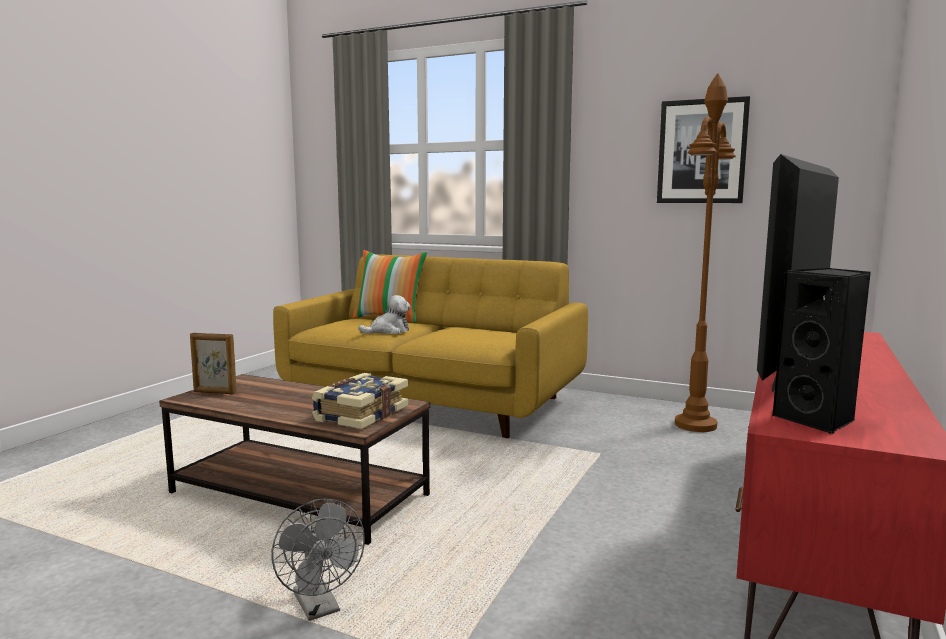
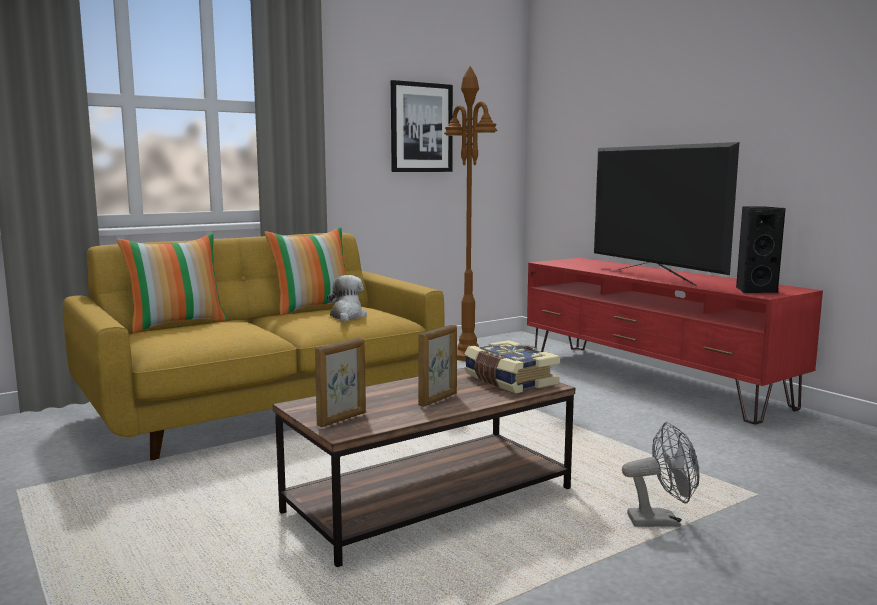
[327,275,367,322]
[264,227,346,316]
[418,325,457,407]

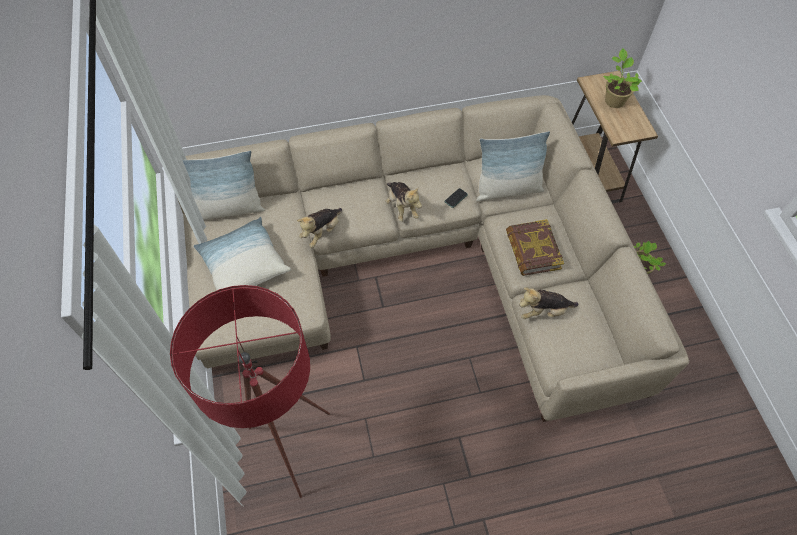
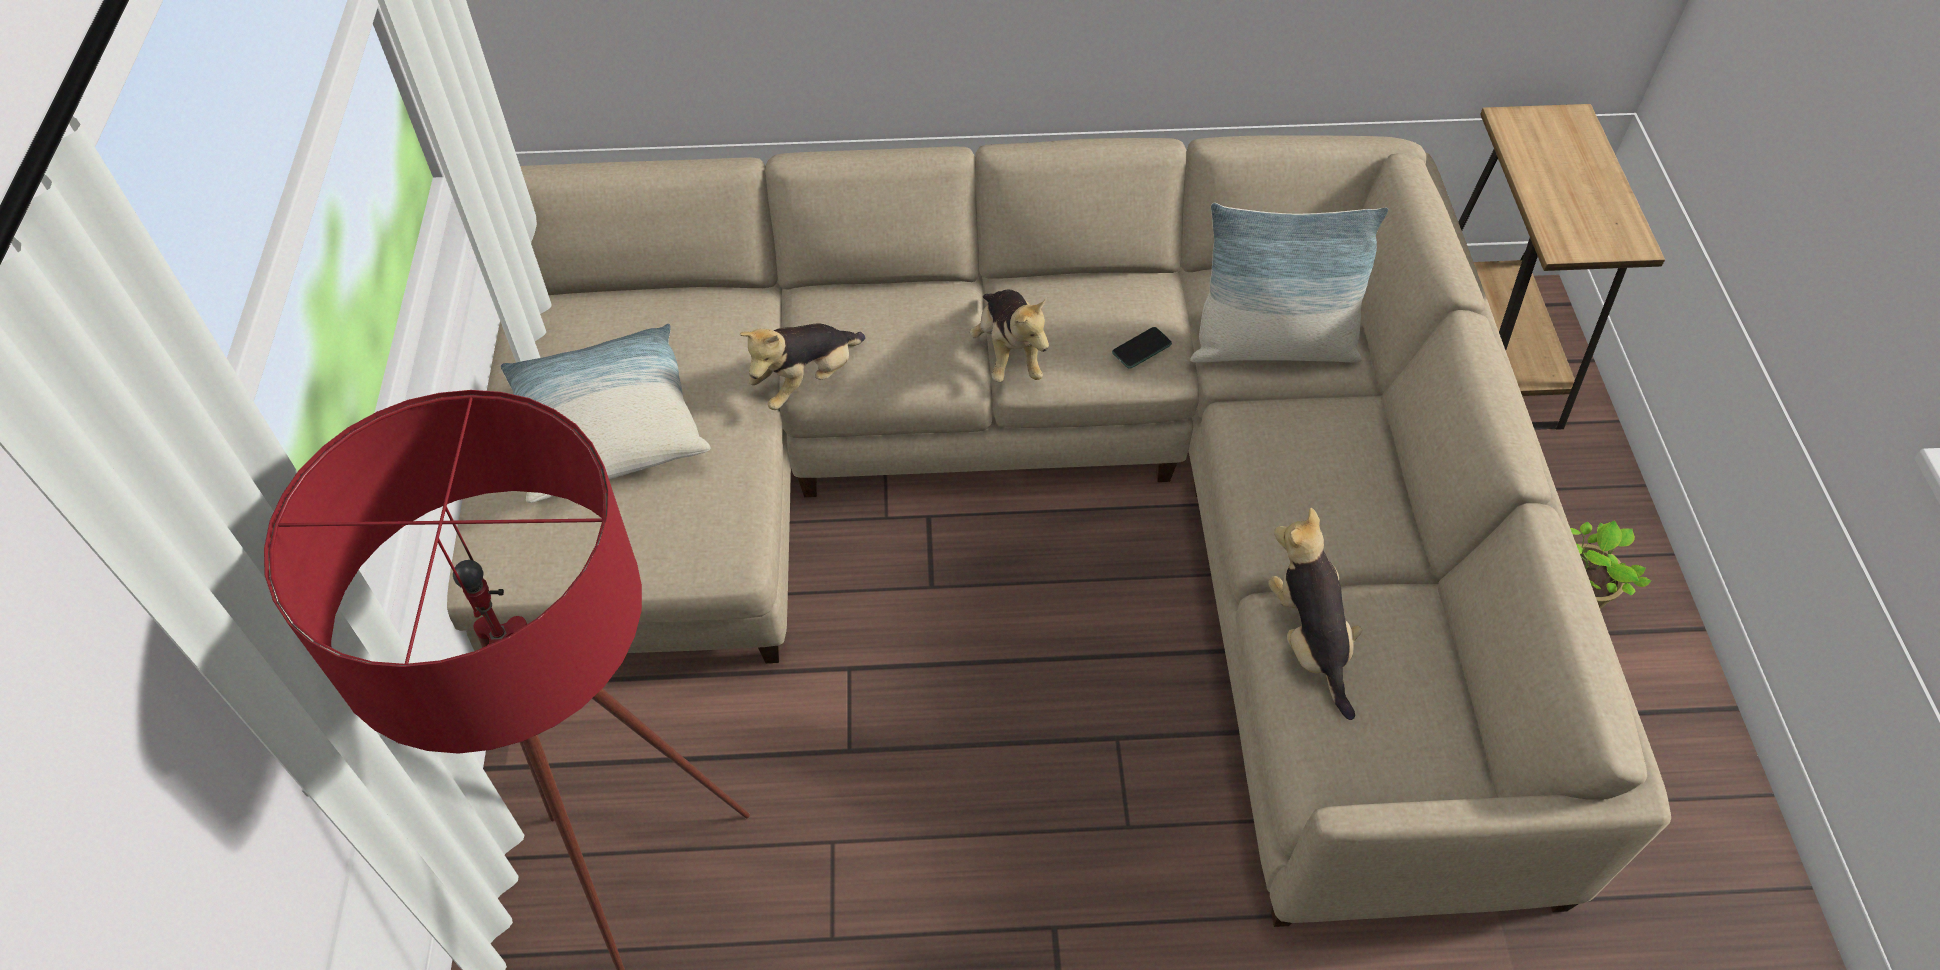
[183,150,265,220] (first image)
[506,219,564,276] (first image)
[1268,508,1362,720]
[603,48,642,108] (first image)

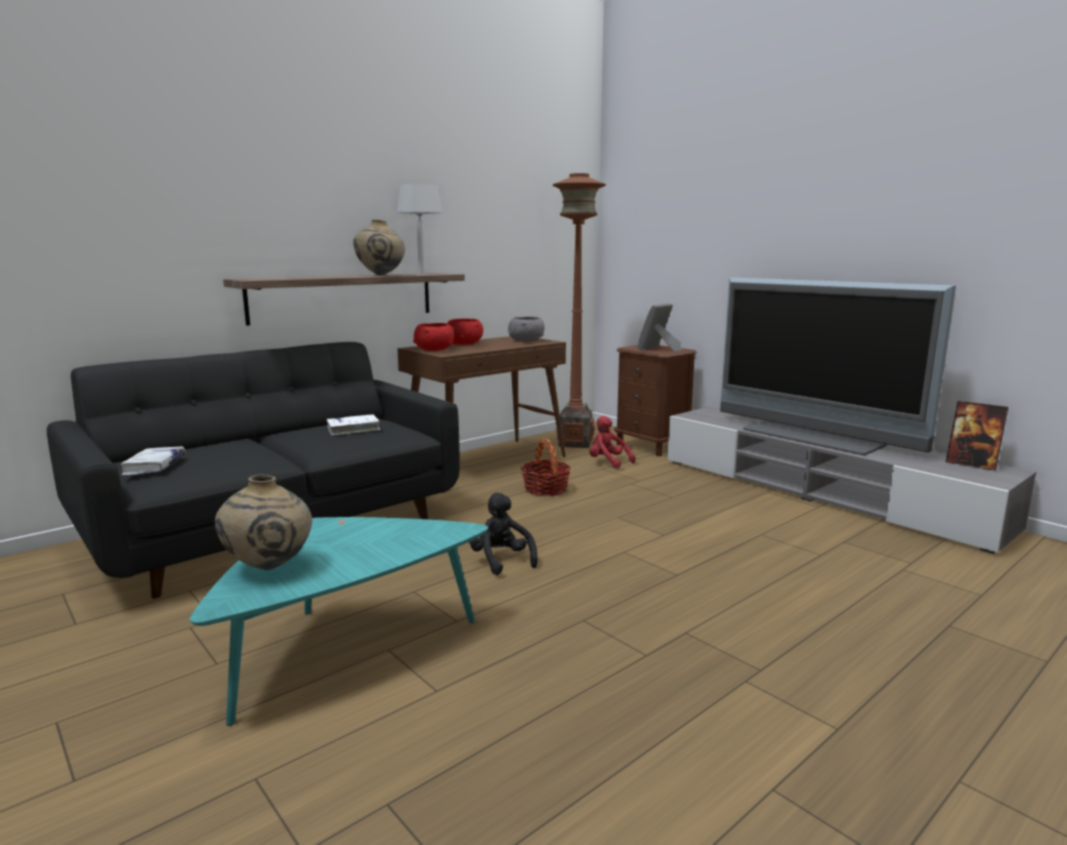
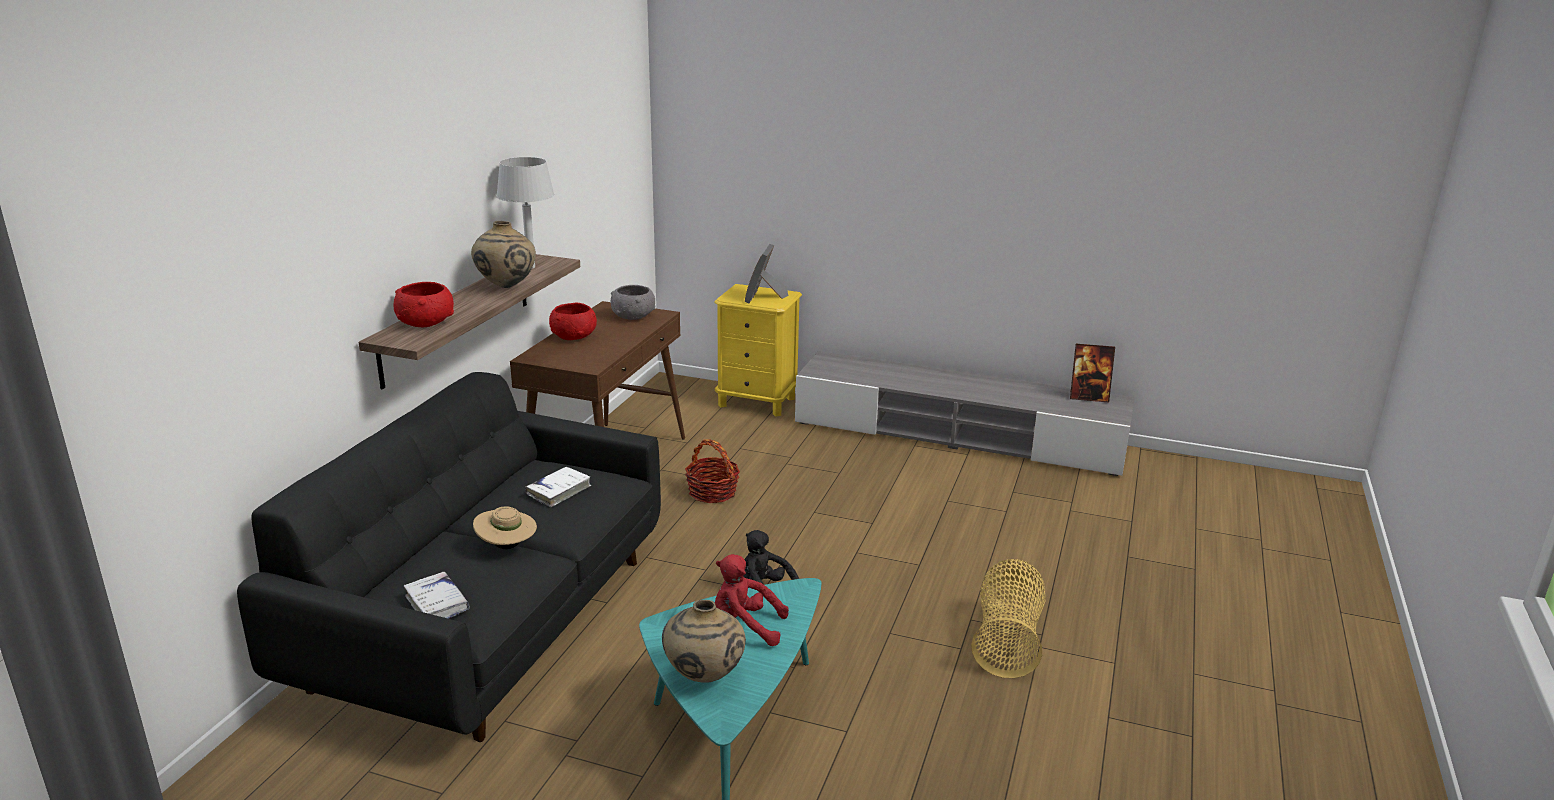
[394,282,454,327]
[553,173,606,448] (first image)
[715,554,789,646]
[714,284,802,417]
[720,278,956,455] (first image)
[473,506,537,549]
[971,559,1046,678]

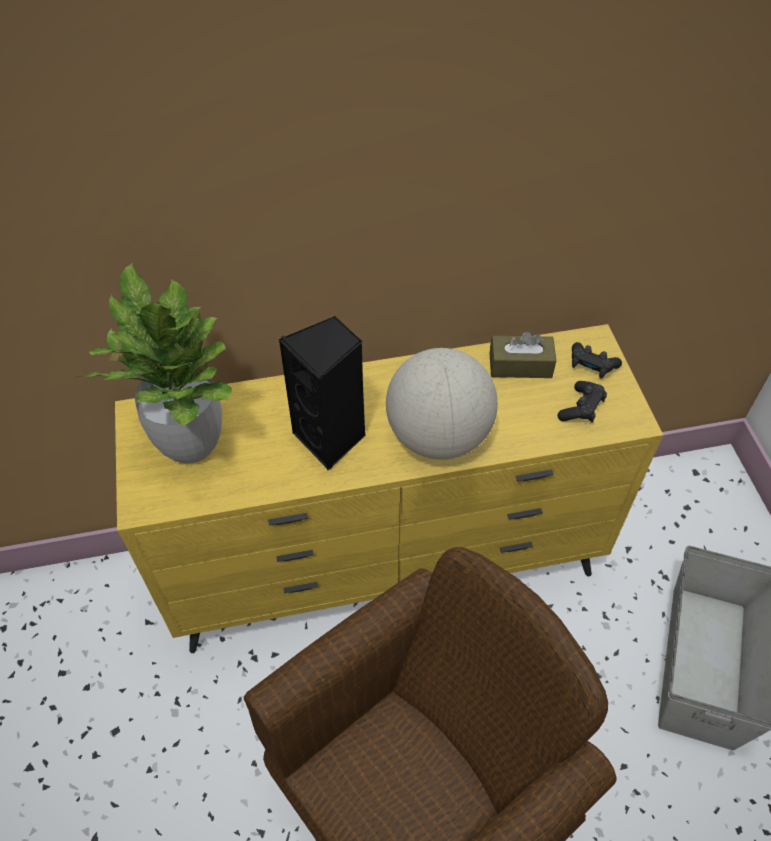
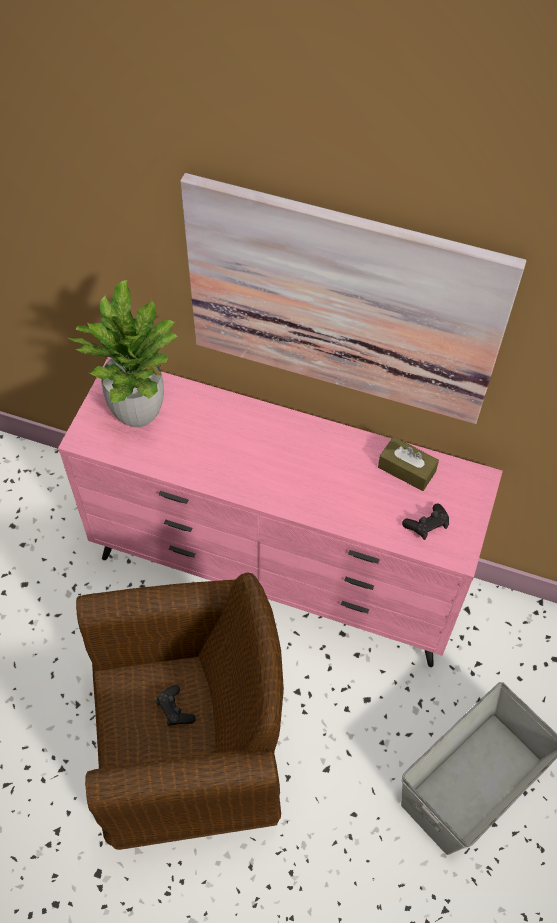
[58,357,503,667]
[278,316,366,470] (first image)
[386,348,498,460] (first image)
[156,685,196,726]
[180,173,526,424]

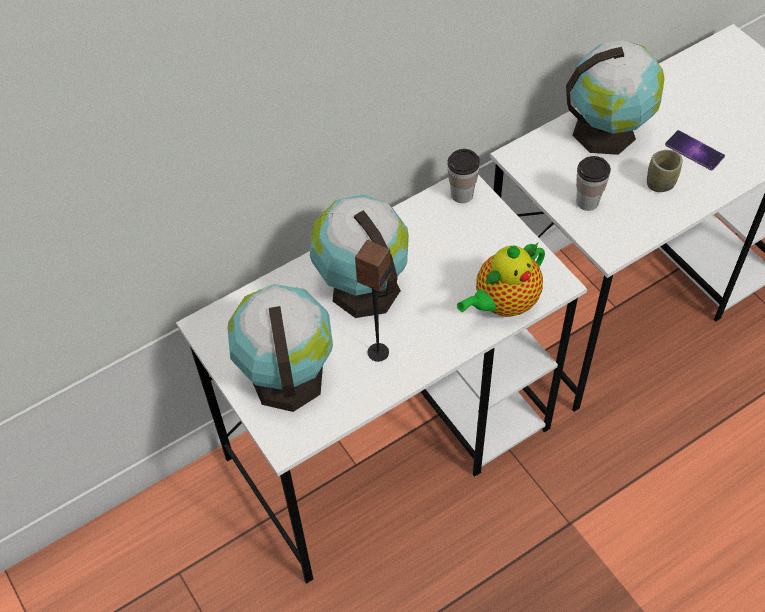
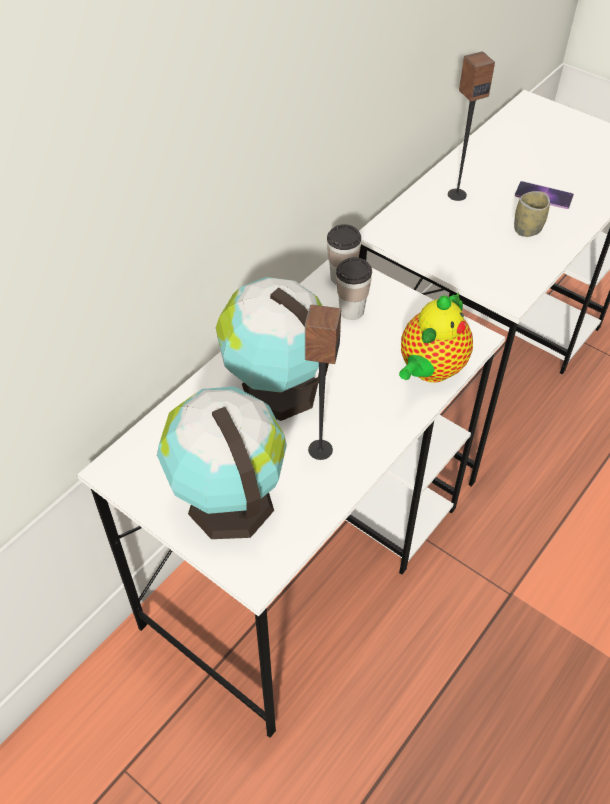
[448,51,495,201]
[336,257,372,320]

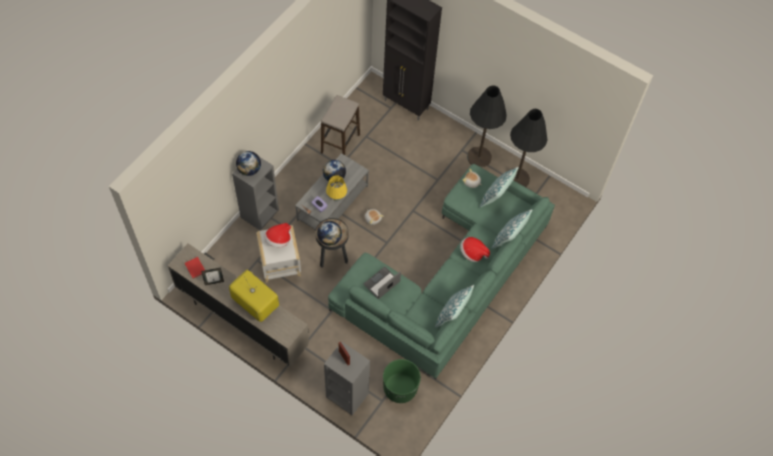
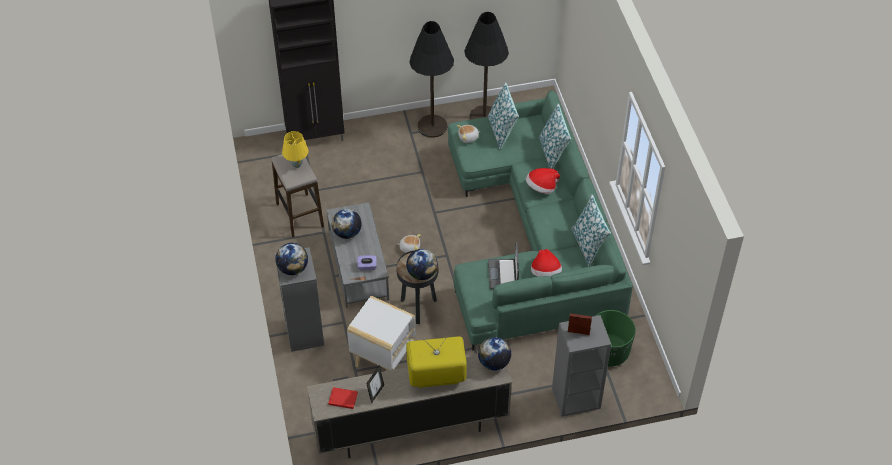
[531,249,562,277]
[282,131,309,168]
[478,337,511,371]

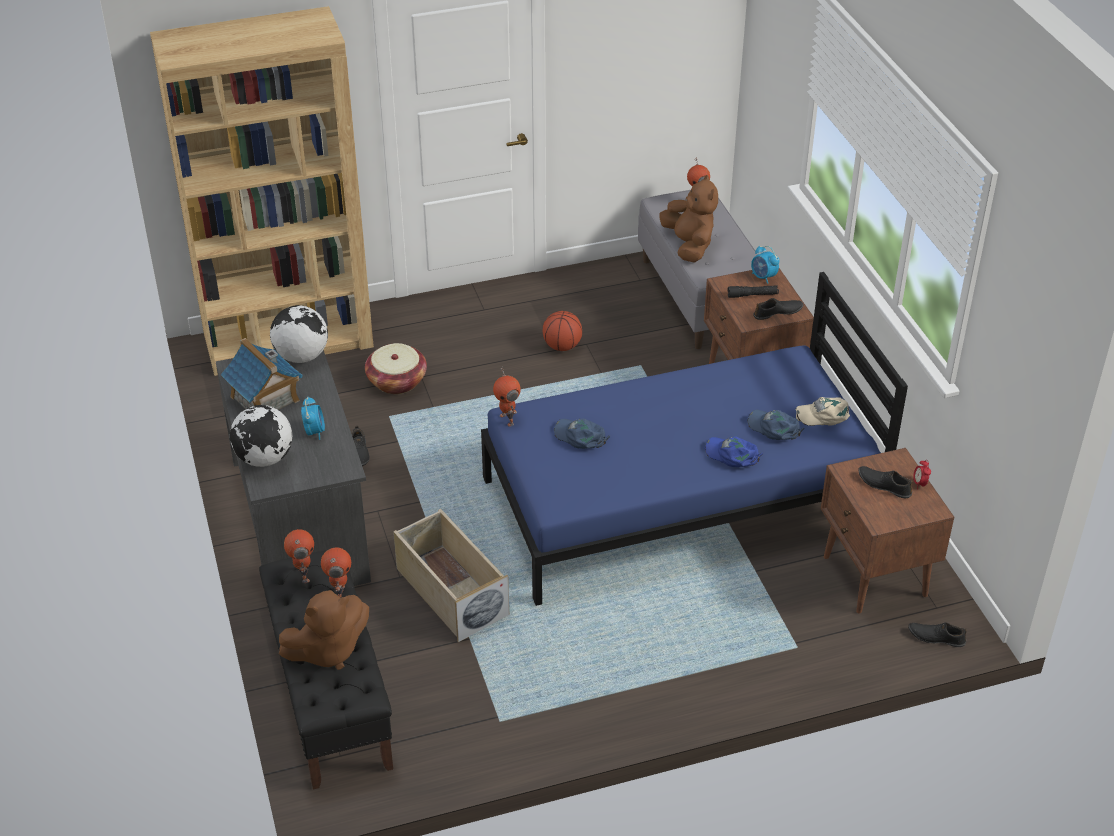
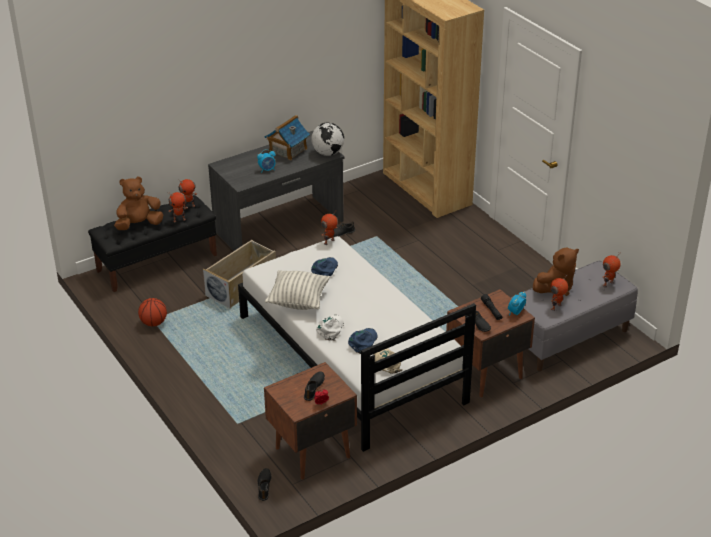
[230,405,292,467] (first image)
[114,176,163,230]
[365,343,427,394] (first image)
[238,236,476,452]
[138,298,167,327]
[316,315,344,341]
[265,270,330,310]
[550,276,568,311]

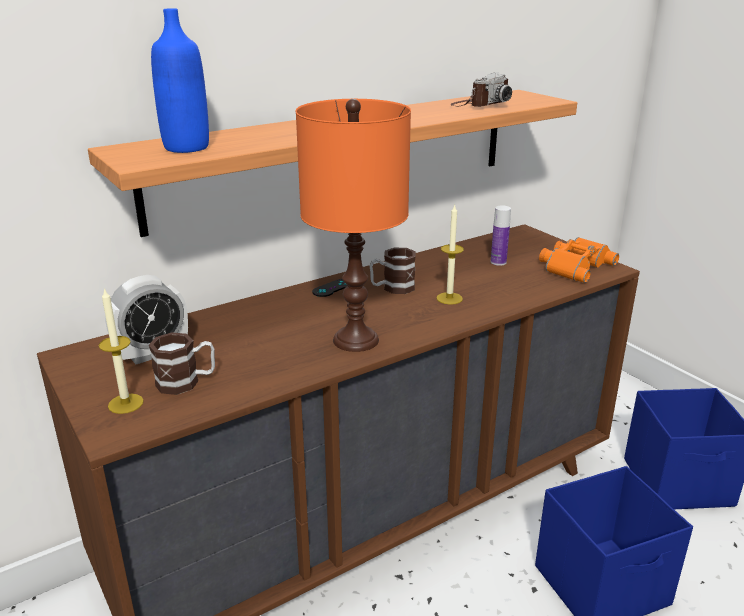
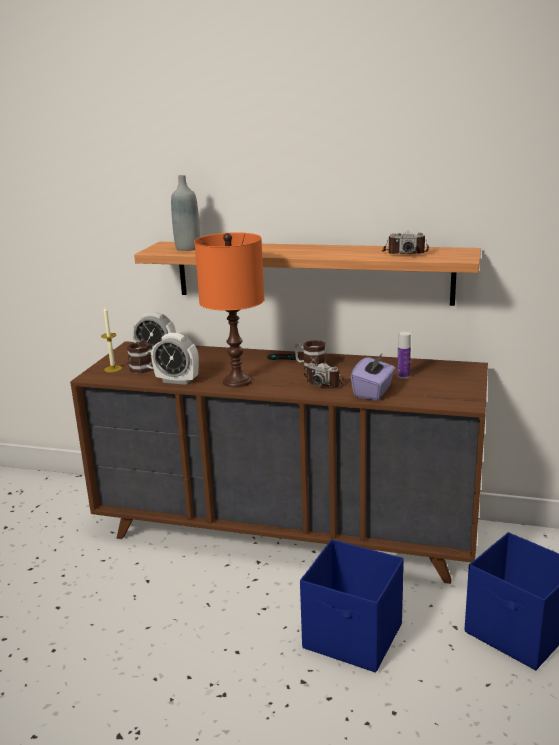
[171,175,200,251]
[304,363,344,387]
[539,237,619,283] (first image)
[151,333,199,385]
[351,353,395,400]

